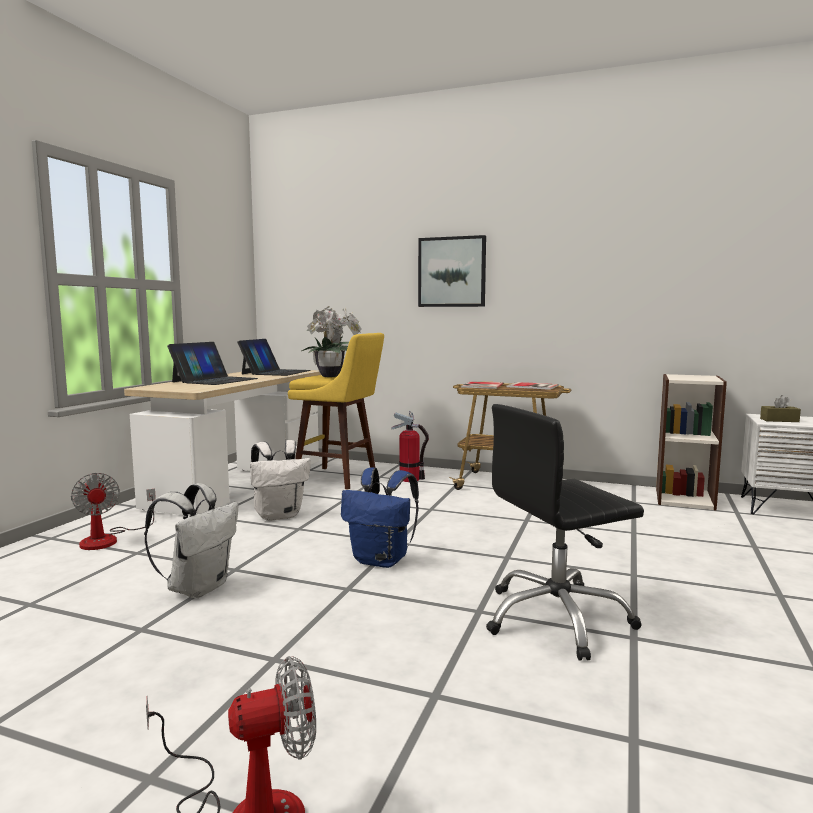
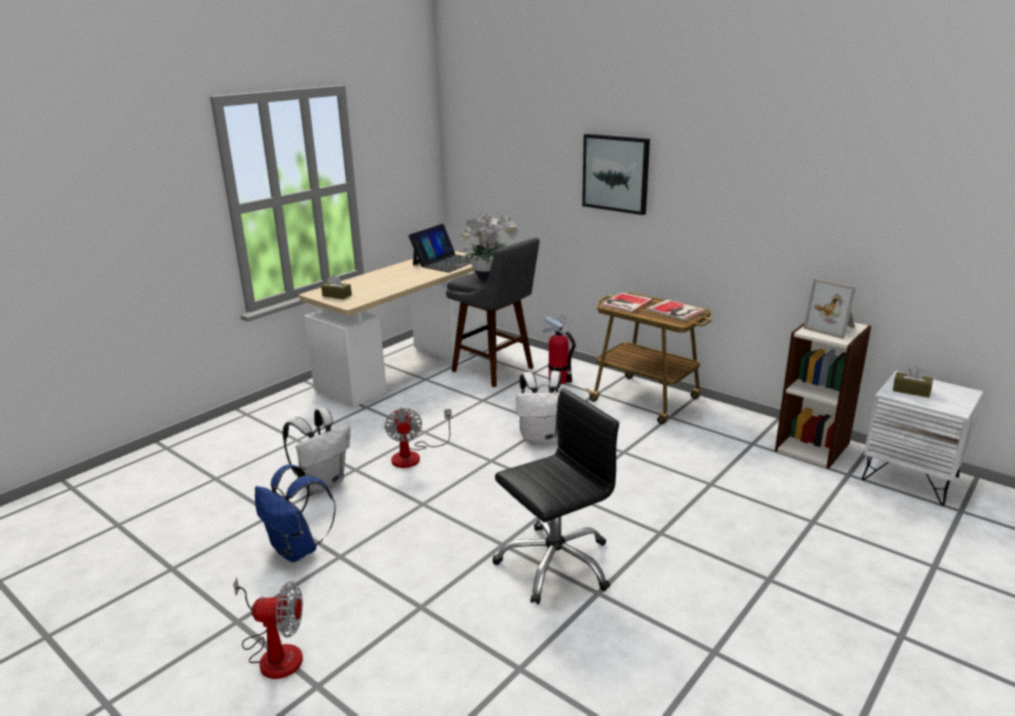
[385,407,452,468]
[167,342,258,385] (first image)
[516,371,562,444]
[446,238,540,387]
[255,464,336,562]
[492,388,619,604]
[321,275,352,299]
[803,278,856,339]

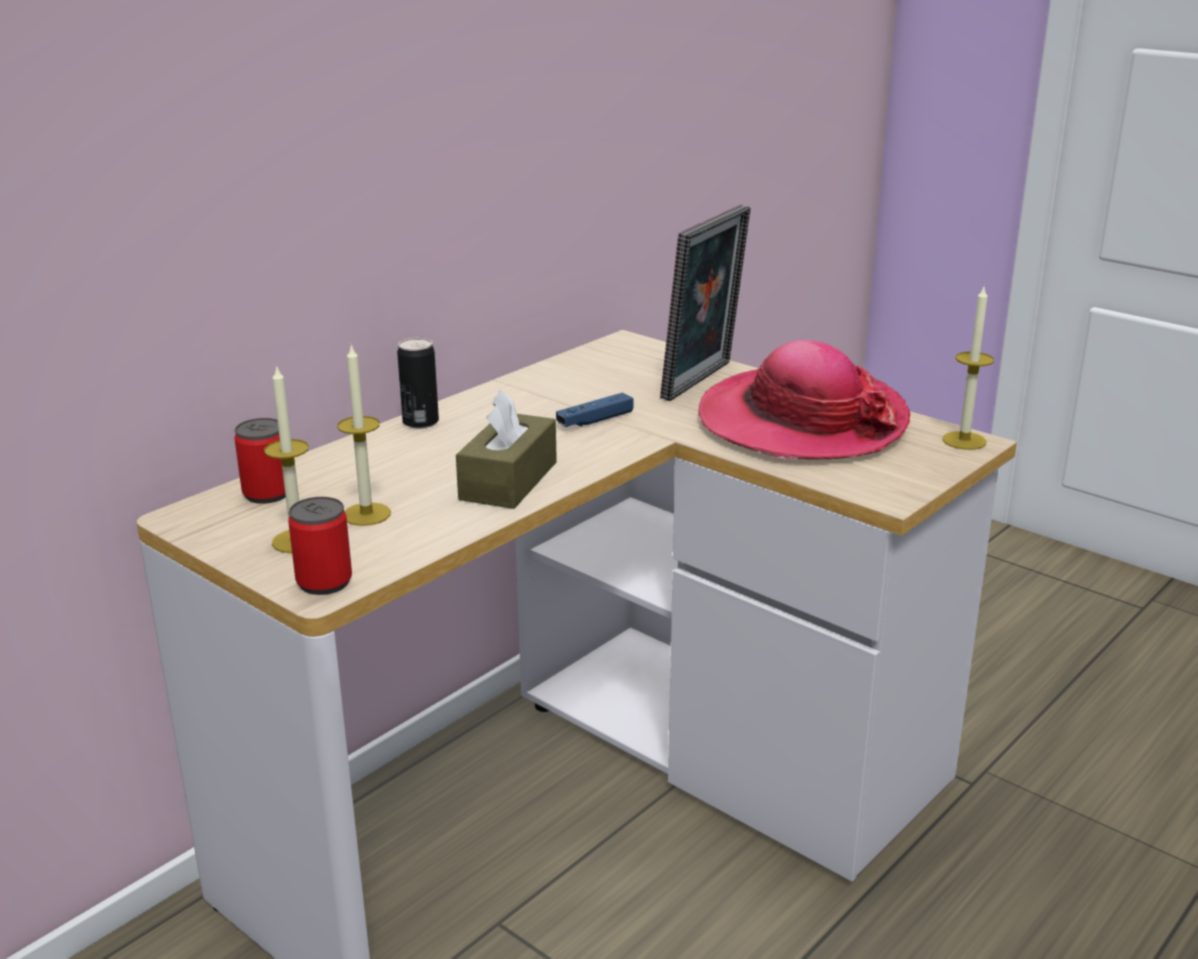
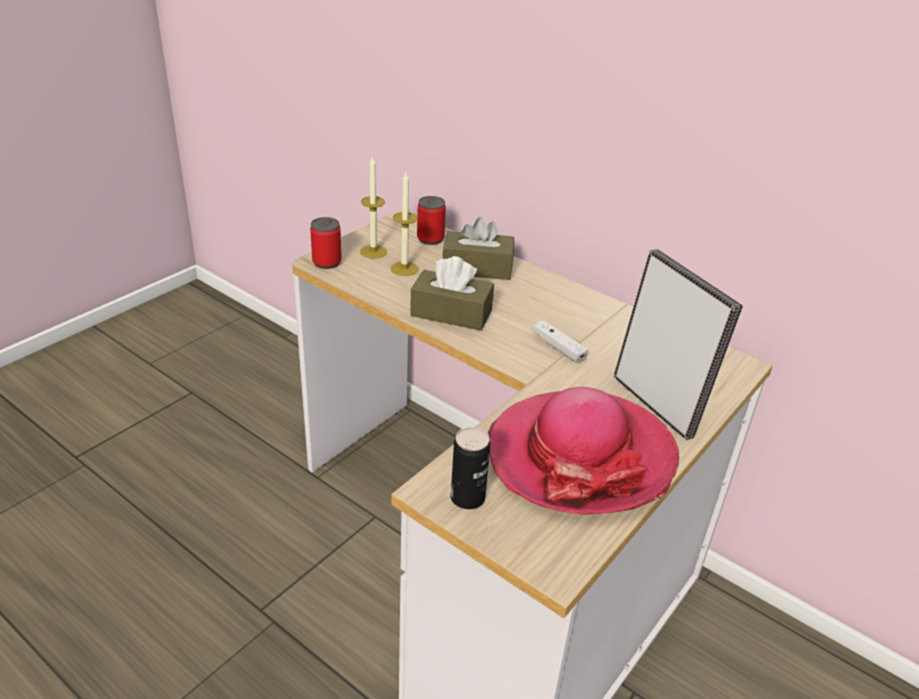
[451,427,490,509]
[532,320,588,363]
[614,249,743,440]
[942,287,994,450] (first image)
[442,217,514,280]

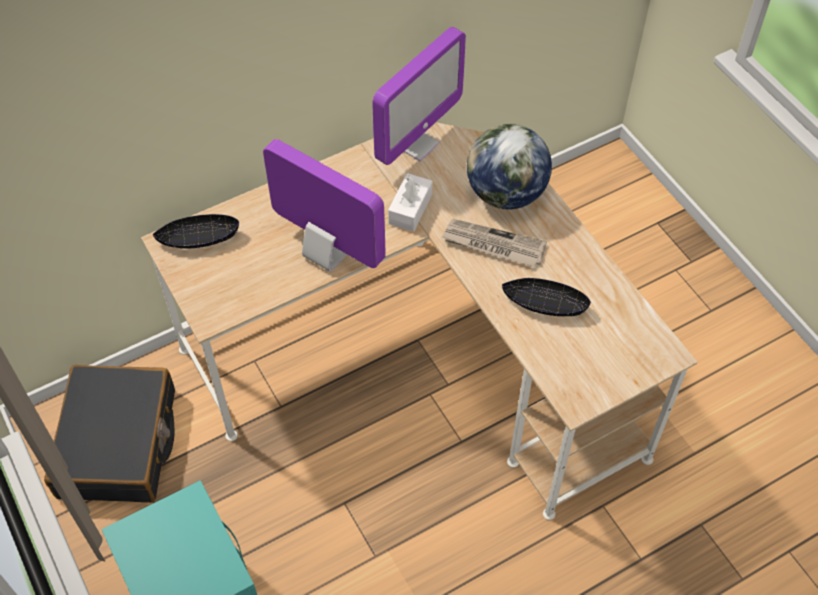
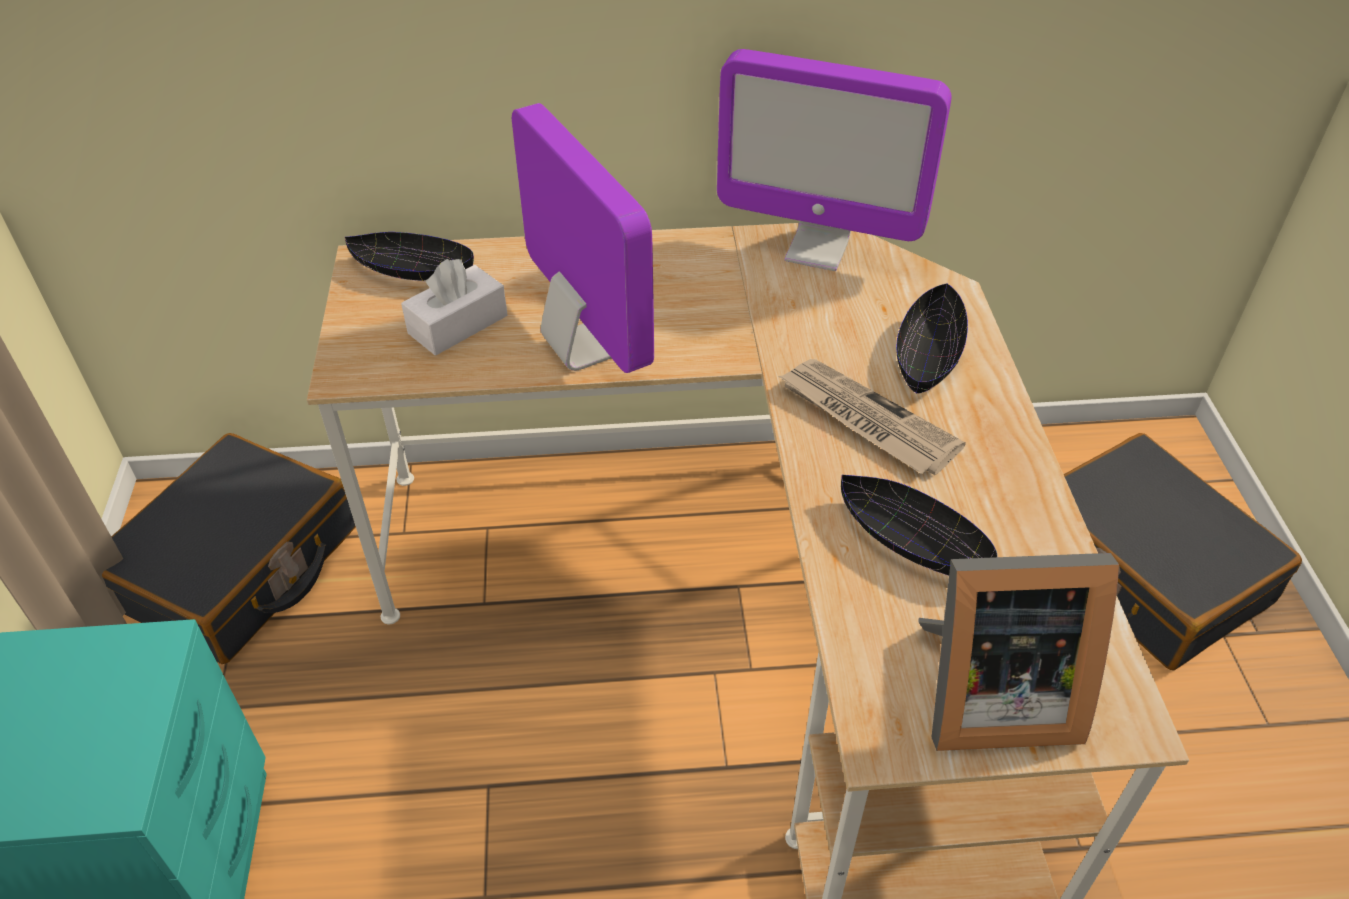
[717,49,952,271]
[401,259,508,356]
[896,283,968,394]
[919,553,1119,751]
[1064,433,1302,670]

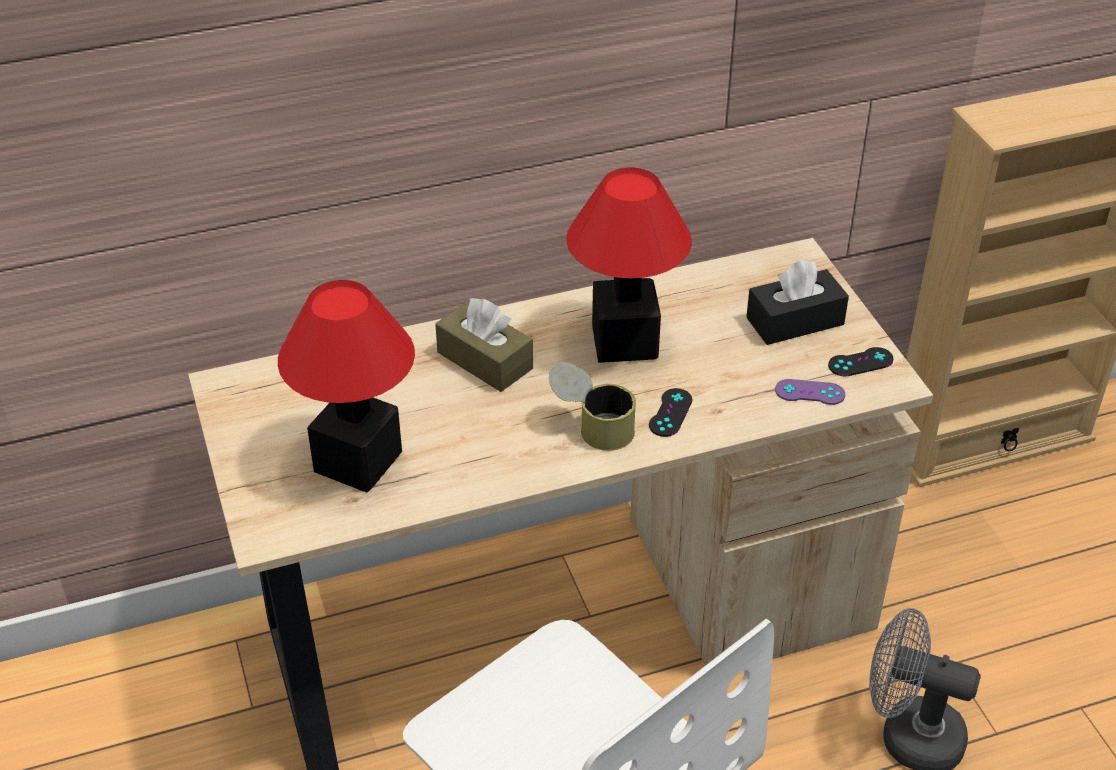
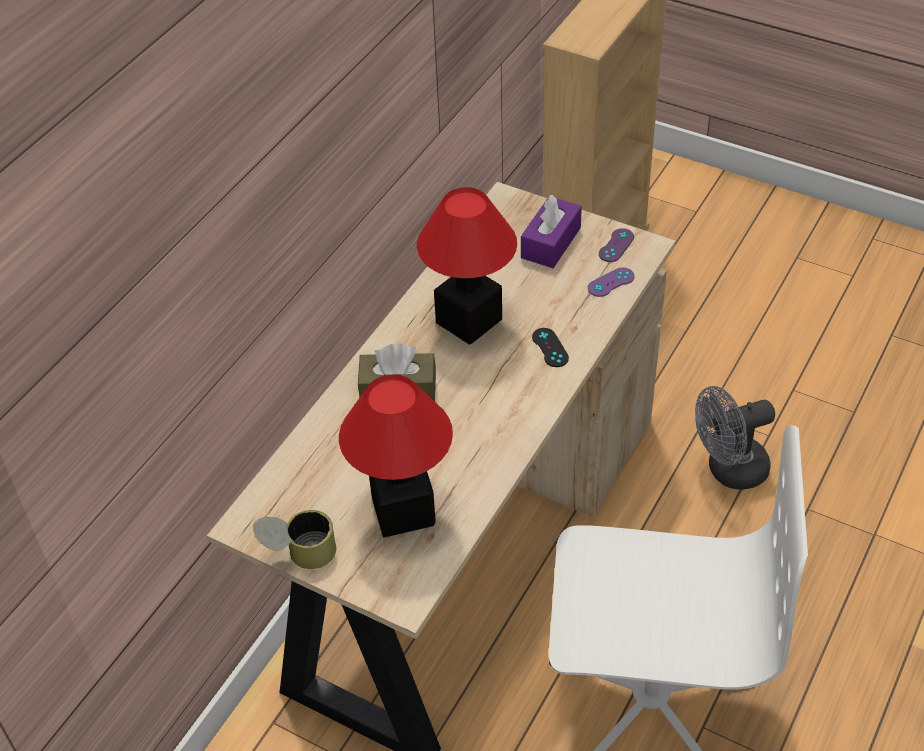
[253,510,336,569]
[521,195,582,268]
[599,228,634,262]

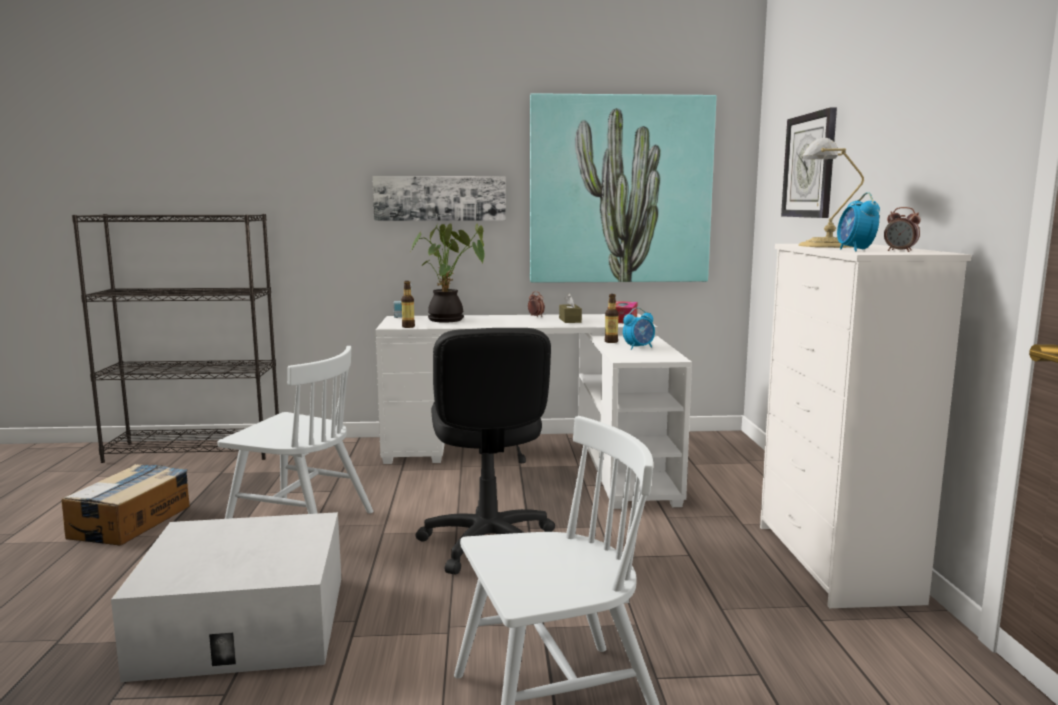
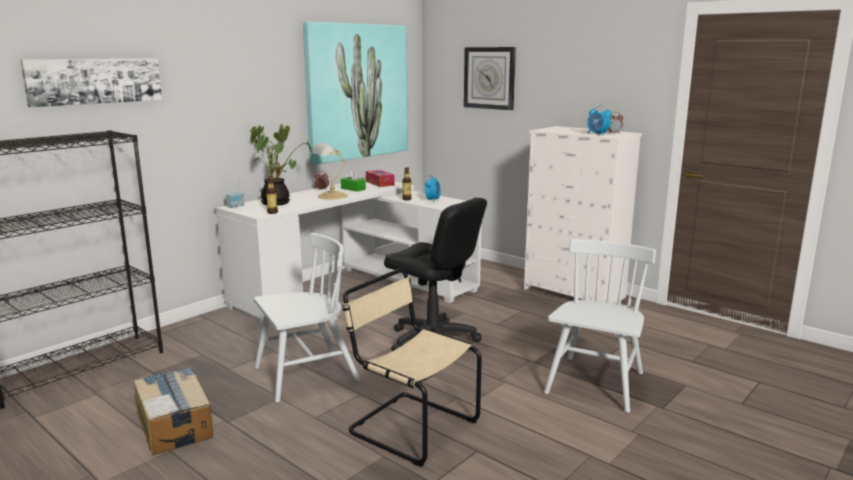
[342,268,482,467]
[20,58,162,107]
[341,170,366,192]
[312,143,348,200]

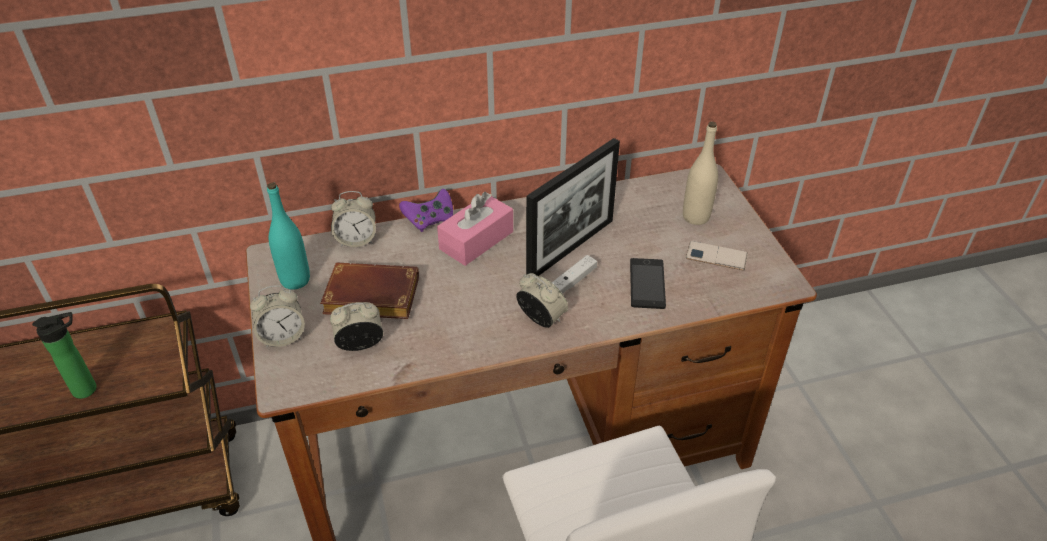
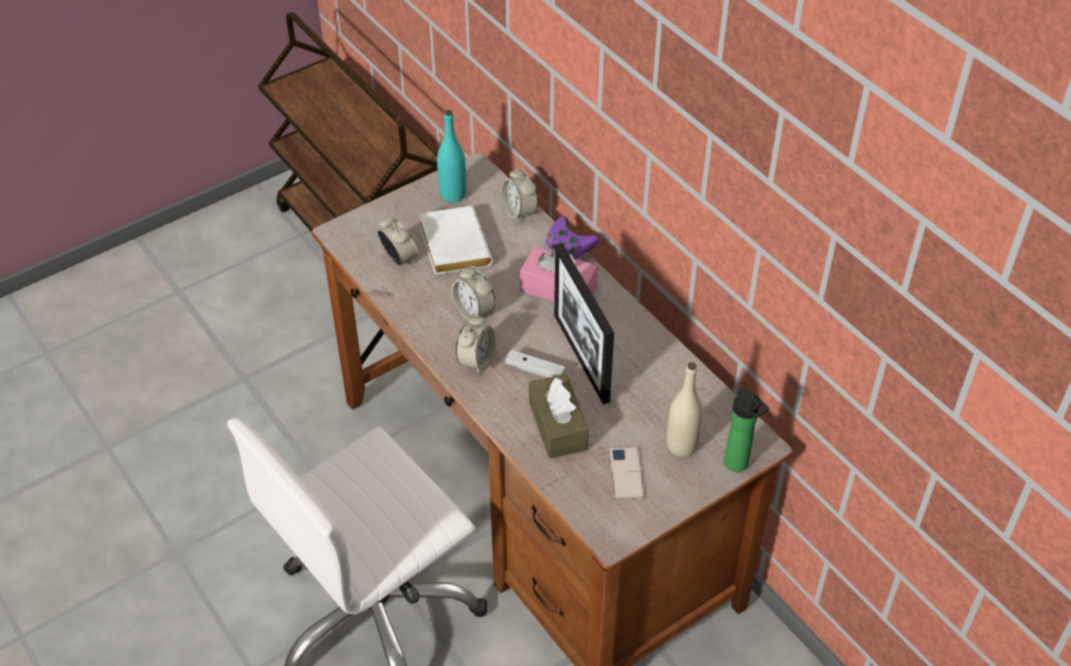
[724,388,769,472]
[452,266,495,320]
[418,206,493,275]
[554,243,614,404]
[529,374,589,458]

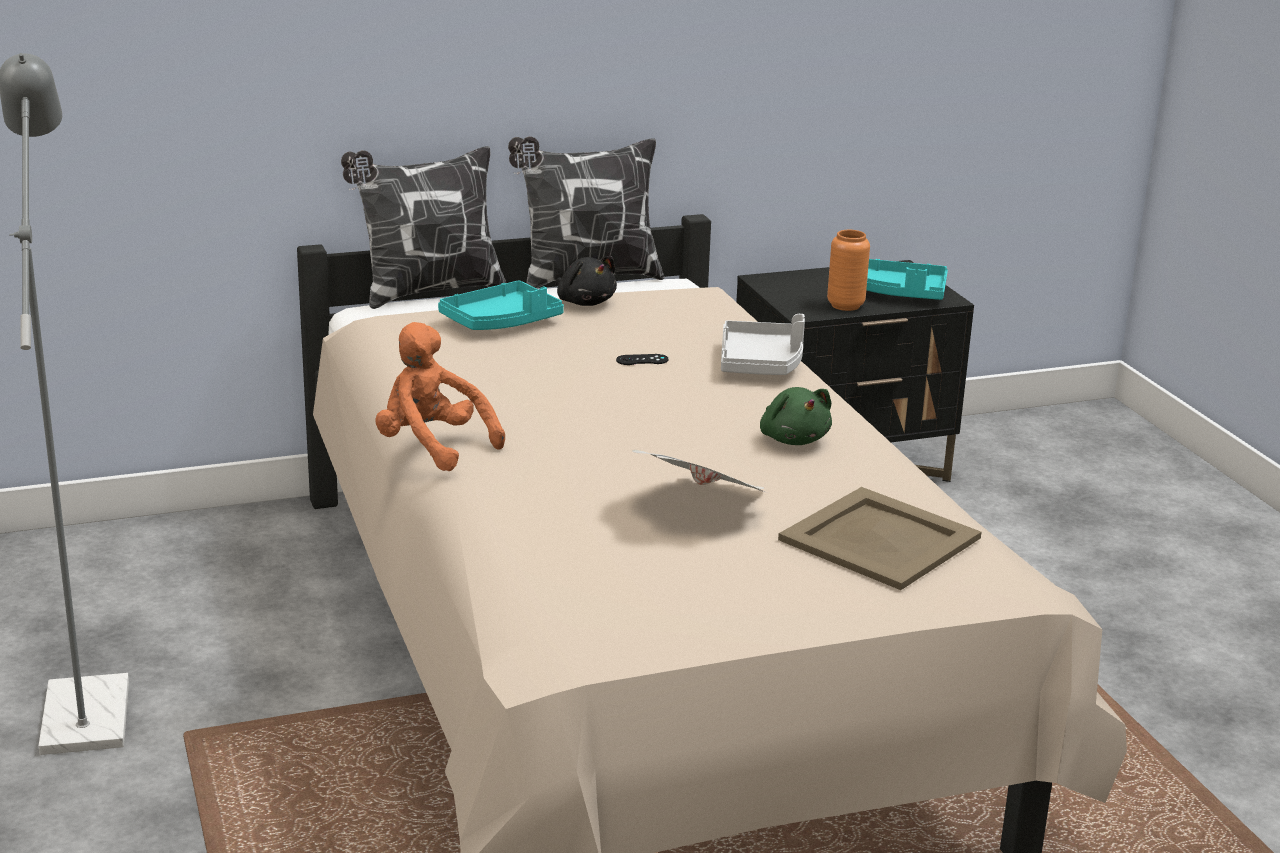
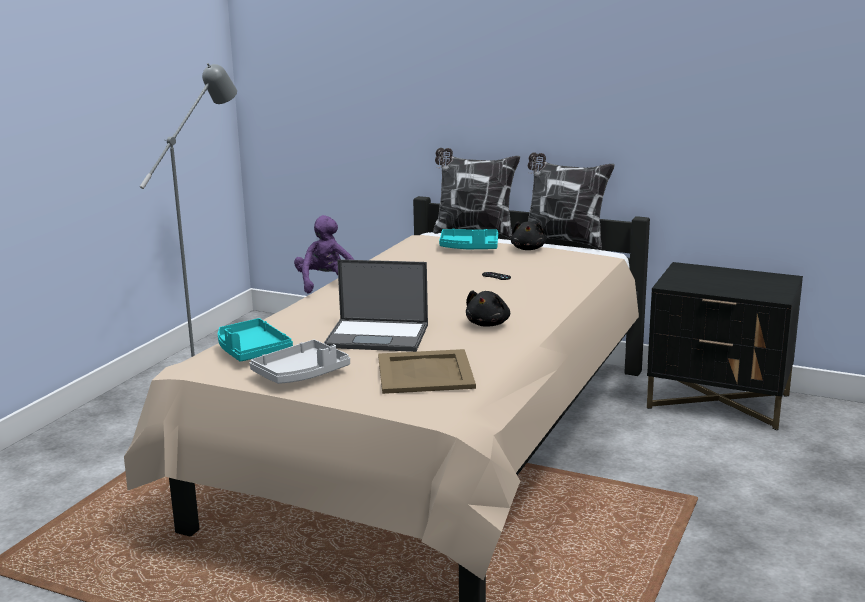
[294,215,354,294]
[324,259,428,352]
[250,340,350,384]
[466,290,510,327]
[827,230,870,311] (first image)
[218,318,293,362]

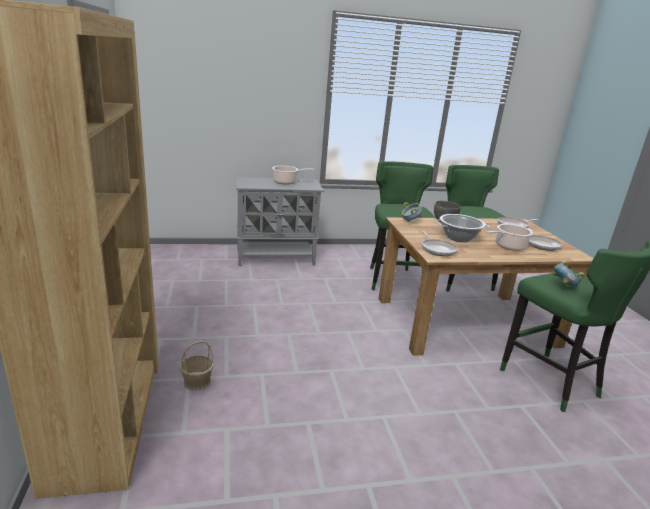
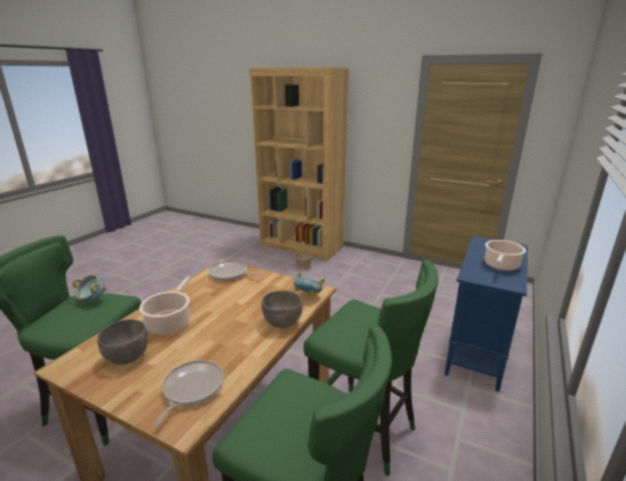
[444,236,528,392]
[435,214,489,242] (first image)
[97,319,148,365]

